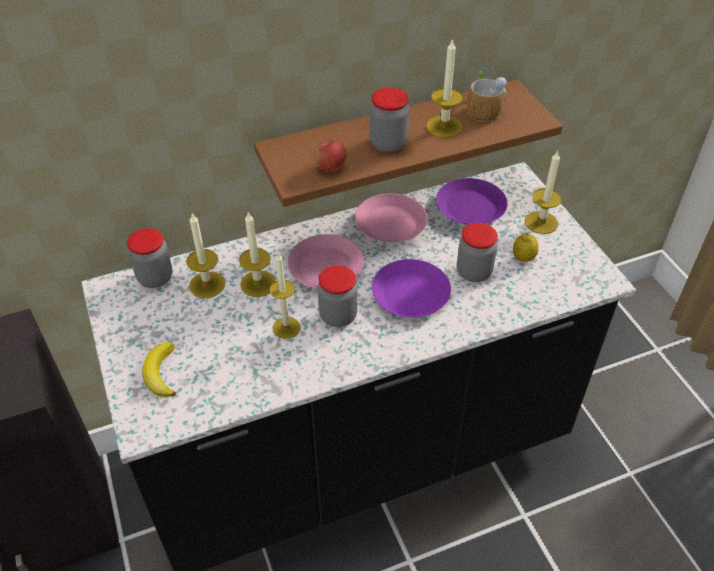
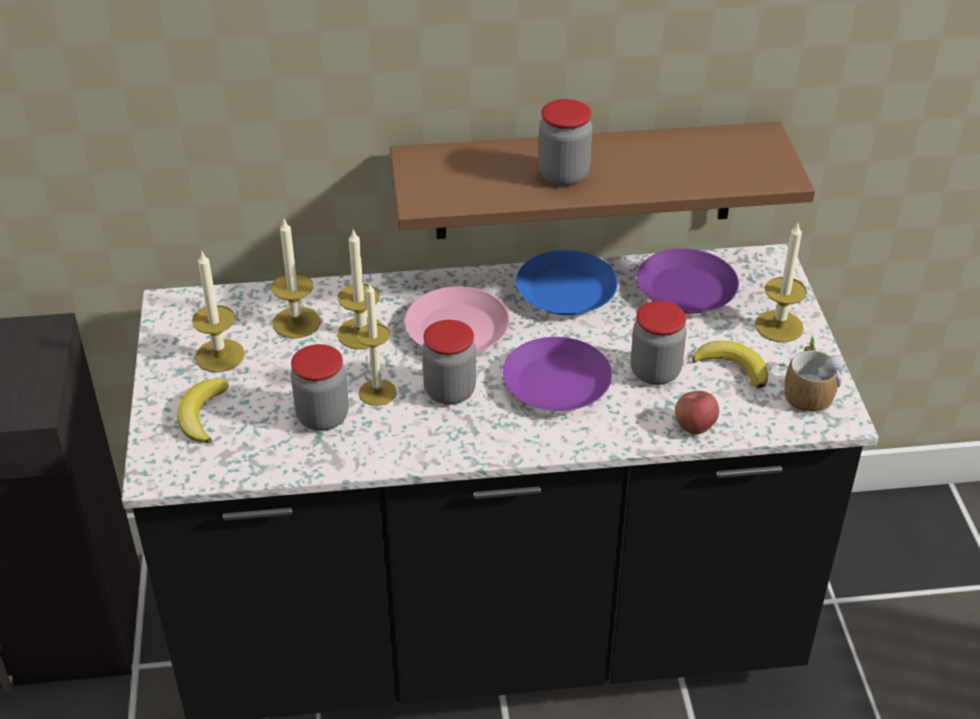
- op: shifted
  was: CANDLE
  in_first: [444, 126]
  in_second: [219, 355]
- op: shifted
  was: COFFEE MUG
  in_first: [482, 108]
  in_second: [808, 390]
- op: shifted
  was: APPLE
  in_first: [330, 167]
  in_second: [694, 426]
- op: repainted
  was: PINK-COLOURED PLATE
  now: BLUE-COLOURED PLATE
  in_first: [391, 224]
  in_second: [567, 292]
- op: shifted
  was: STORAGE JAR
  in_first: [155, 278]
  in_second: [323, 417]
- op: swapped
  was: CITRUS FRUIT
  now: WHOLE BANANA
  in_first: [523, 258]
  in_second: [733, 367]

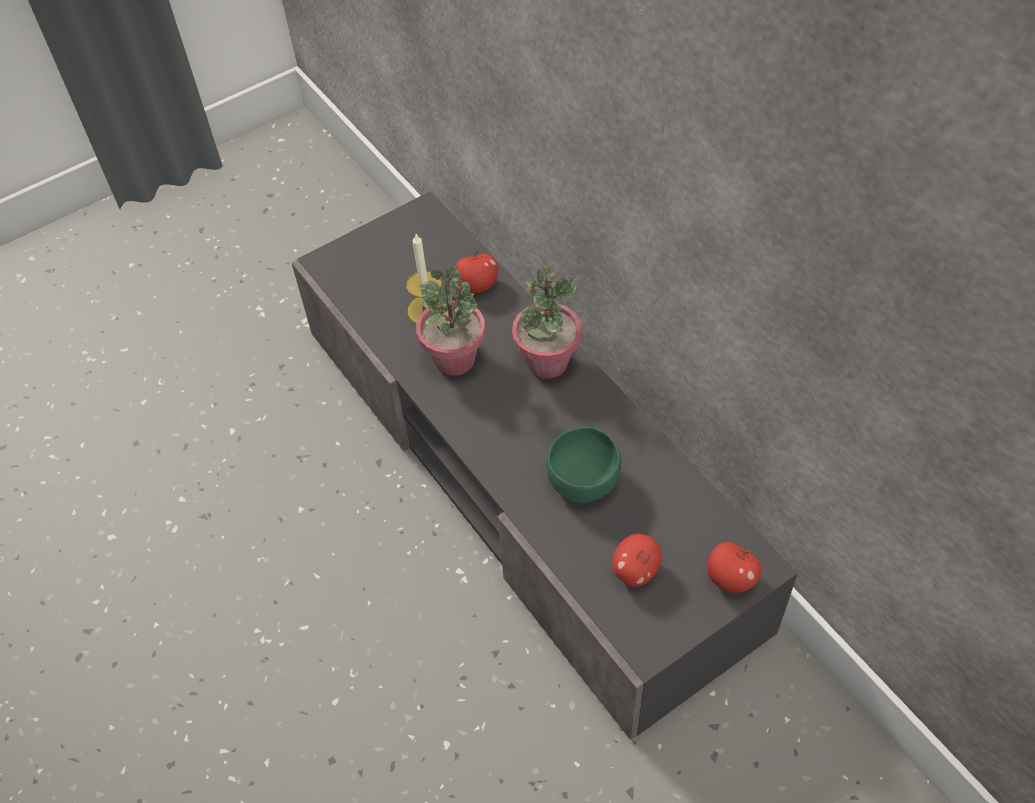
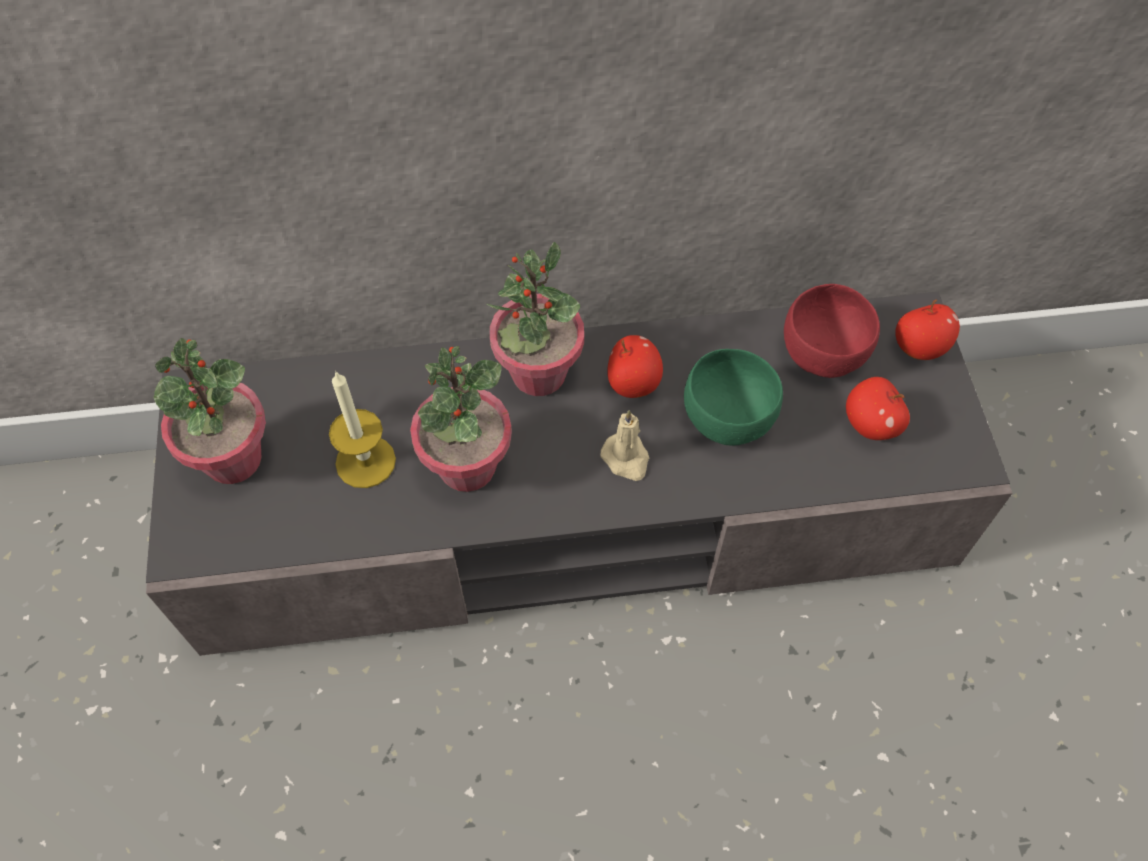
- op: shifted
  was: APPLE
  in_first: [477, 286]
  in_second: [633, 383]
- op: new
  now: REDDISH DEEP DISH
  in_second: [823, 351]
- op: new
  now: PLANT IN A POT
  in_second: [232, 458]
- op: new
  now: SAND-COLOURED CANDLE
  in_second: [626, 459]

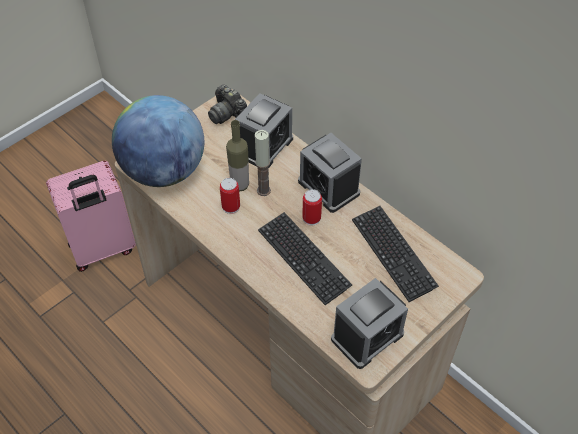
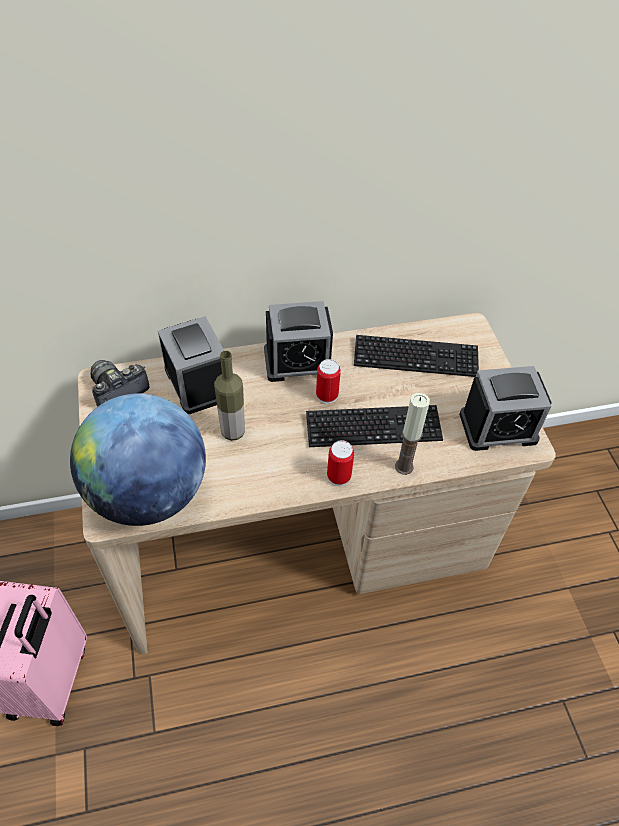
- op: rotated
  was: PHOTO CAMERA
  in_first: [227, 113]
  in_second: [118, 390]
  clockwise: 150
- op: shifted
  was: CANDLE
  in_first: [263, 190]
  in_second: [404, 466]
- op: shifted
  was: METAL CAN
  in_first: [231, 207]
  in_second: [339, 476]
- op: rotated
  was: ALARM CLOCK
  in_first: [367, 336]
  in_second: [498, 427]
  clockwise: 90

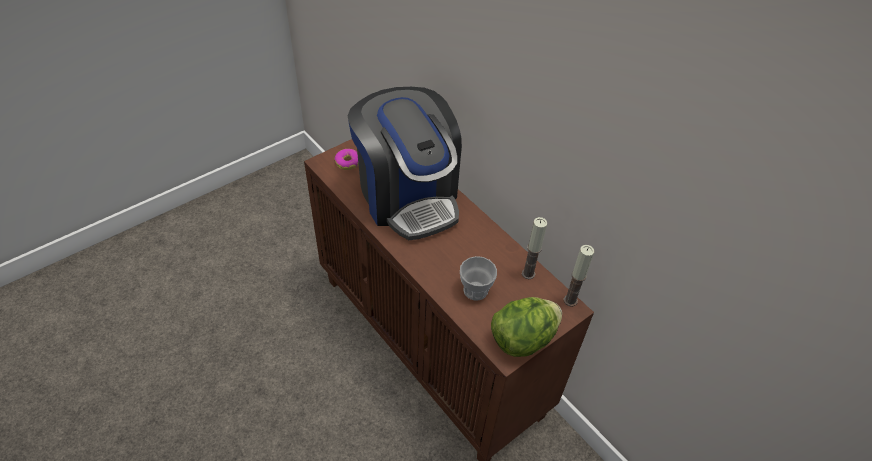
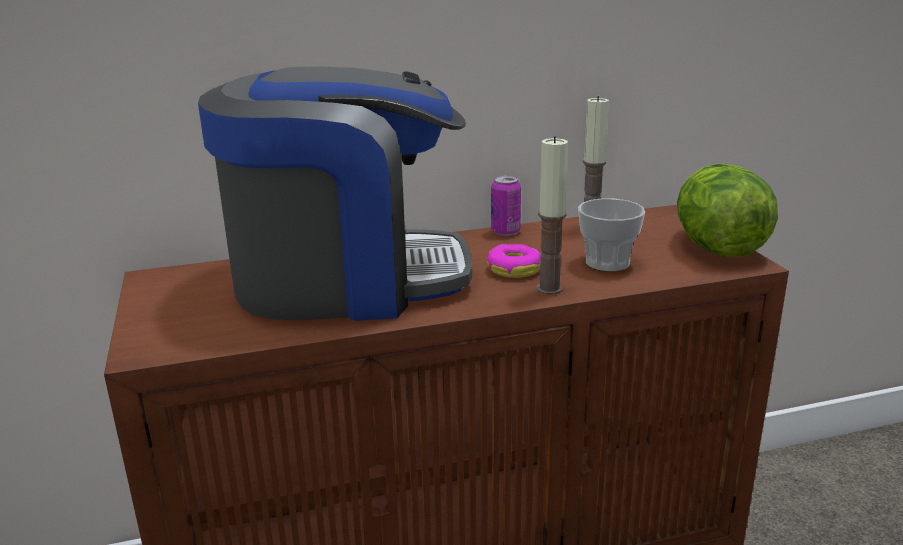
- op: shifted
  was: DOUGHNUT
  in_first: [347, 162]
  in_second: [514, 269]
- op: shifted
  was: CANDLE
  in_first: [570, 300]
  in_second: [549, 289]
- op: new
  now: METAL CAN
  in_second: [505, 232]

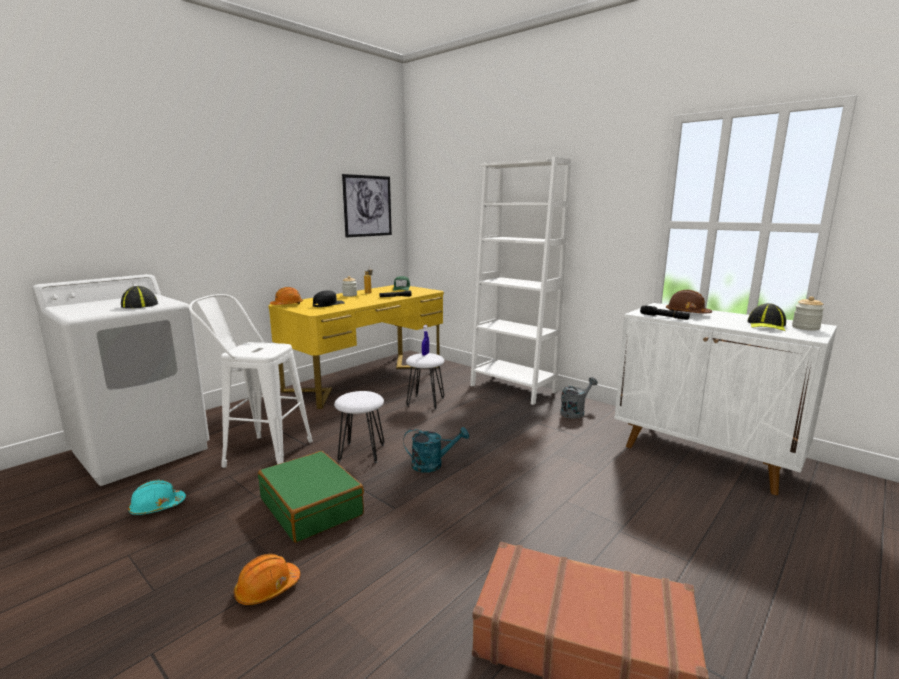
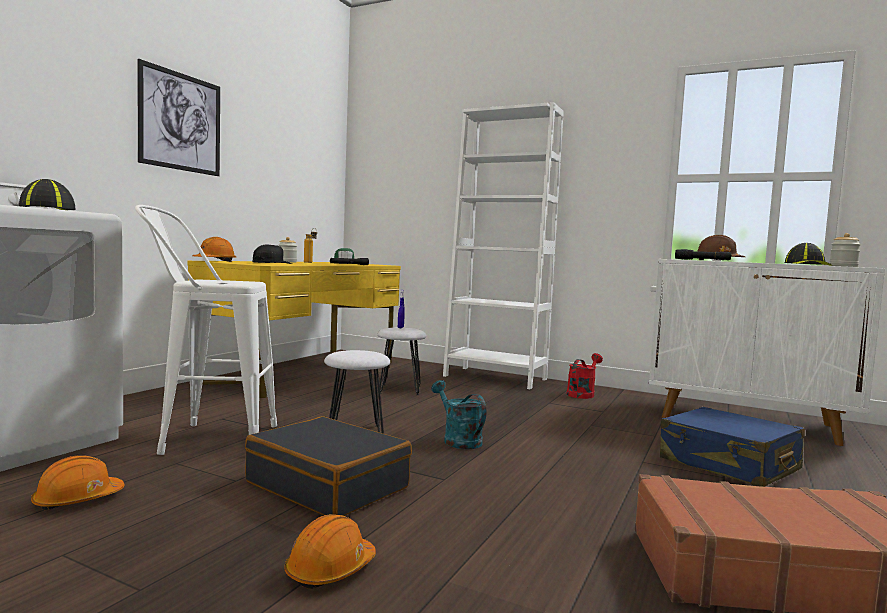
- op: shifted
  was: PICTURE
  in_first: [367, 206]
  in_second: [181, 122]
- op: repainted
  was: GREYISH WATERING CAN
  now: REDDISH WATERING CAN
  in_first: [575, 412]
  in_second: [582, 394]
- op: rotated
  was: TURQUOISE-COLOURED WATERING CAN
  in_first: [433, 464]
  in_second: [458, 440]
  clockwise: -105
- op: repainted
  was: GREEN-COLOURED SUITCASE
  now: BLACKISH SUITCASE
  in_first: [312, 507]
  in_second: [328, 485]
- op: repainted
  was: TURQUOISE-COLOURED WORK HELMET
  now: ORANGE WORK HELMET
  in_first: [157, 507]
  in_second: [77, 500]
- op: new
  now: BLUE-COLOURED SUITCASE
  in_second: [728, 465]

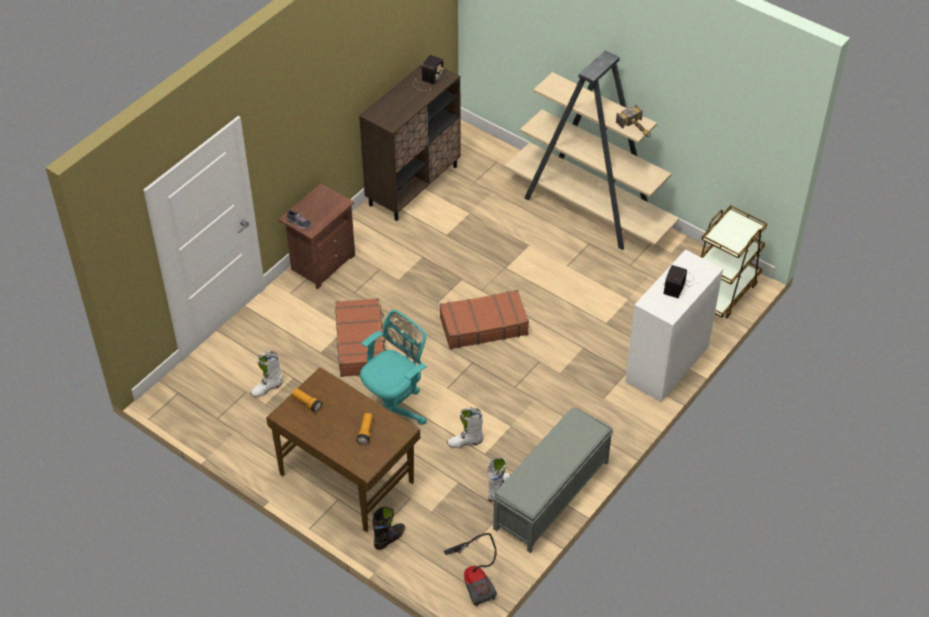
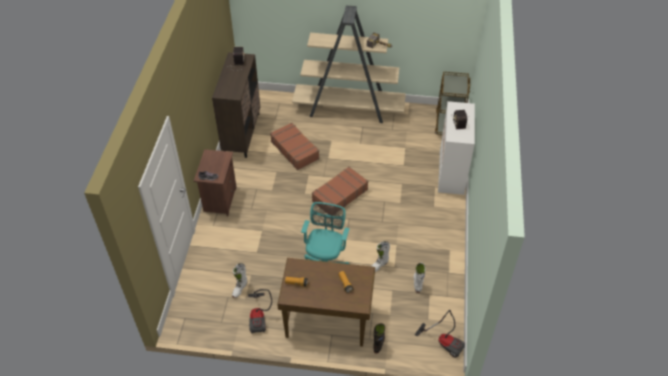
- op: shifted
  was: BROWN-COLOURED SUITCASE
  in_first: [361, 344]
  in_second: [295, 150]
- op: gone
  was: GREYISH BENCH
  in_first: [551, 496]
- op: new
  now: HOOVER
  in_second: [259, 317]

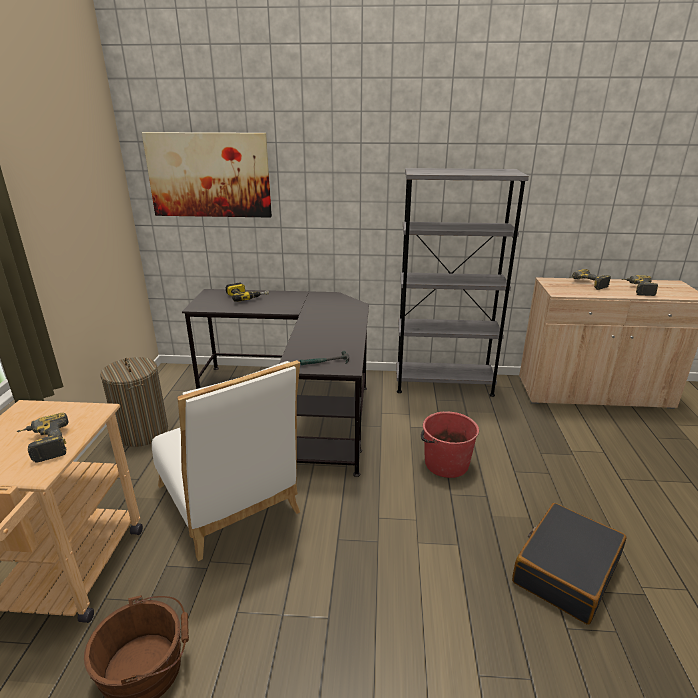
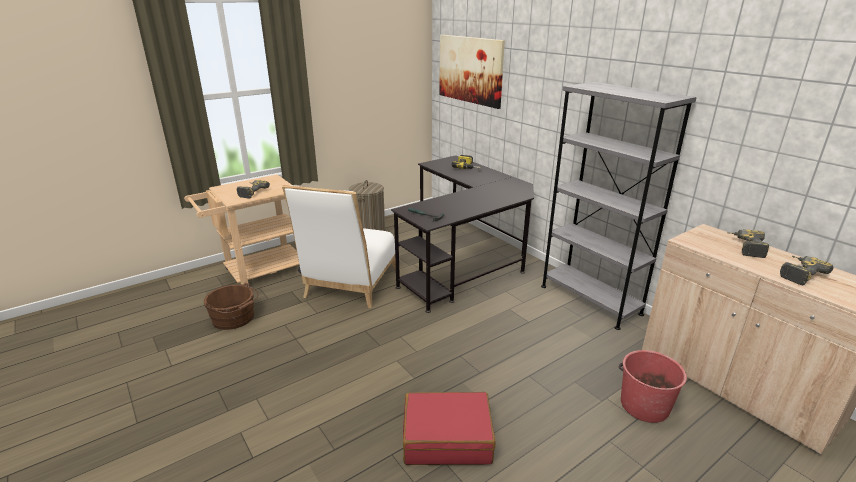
- op: shifted
  was: REDDISH BUCKET
  in_first: [445, 463]
  in_second: [644, 405]
- op: repainted
  was: BLACKISH SUITCASE
  now: REDDISH SUITCASE
  in_first: [565, 570]
  in_second: [447, 437]

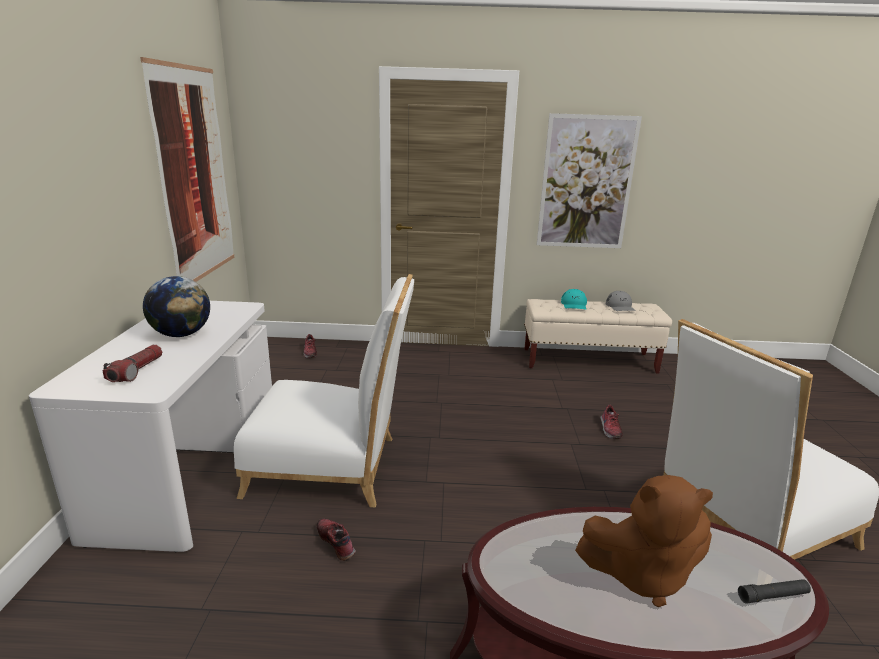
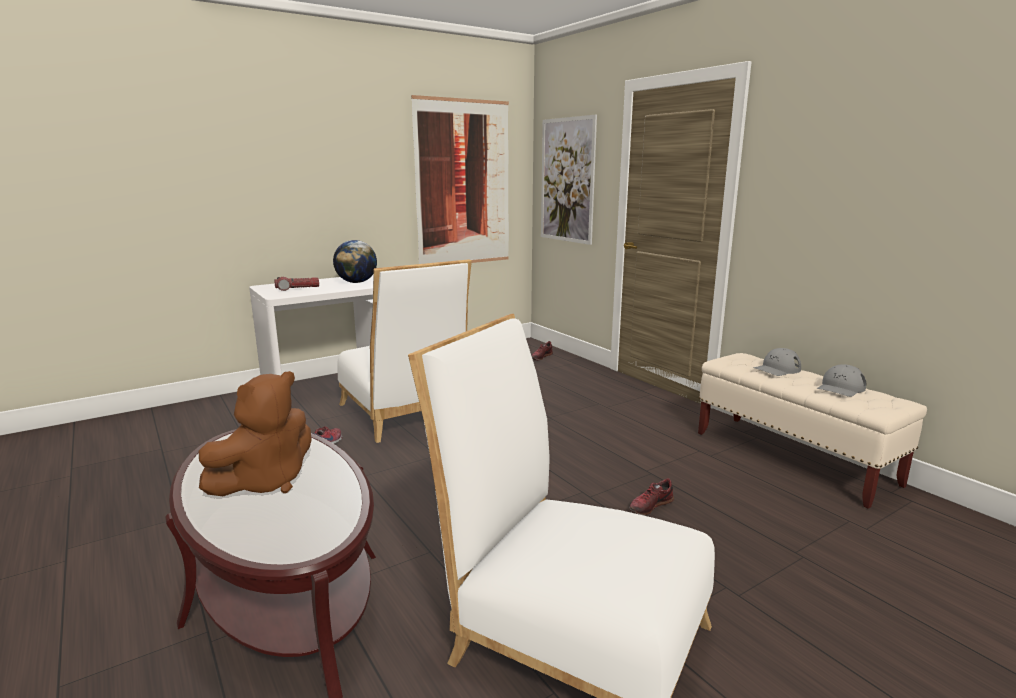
- op: shifted
  was: PICTURE
  in_first: [586, 183]
  in_second: [567, 180]
- op: repainted
  was: TURQUOISE-COLOURED CAP
  now: GREYISH CAP
  in_first: [574, 304]
  in_second: [777, 369]
- op: rotated
  was: BROWN-COLOURED CUDDLY TOY
  in_first: [641, 573]
  in_second: [266, 482]
  clockwise: -105
- op: gone
  was: BLACKISH HAND TORCH
  in_first: [773, 596]

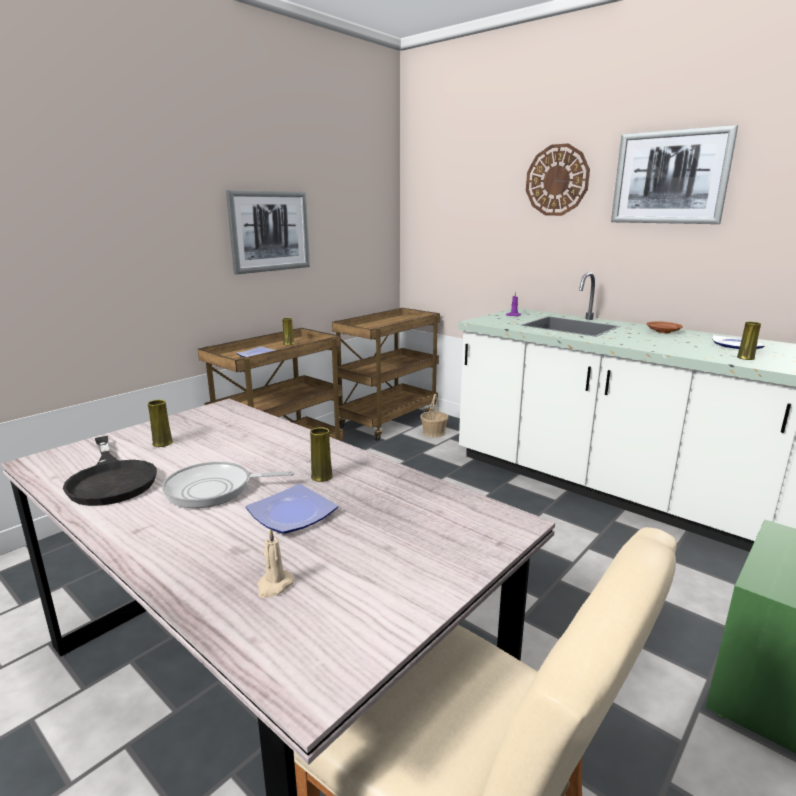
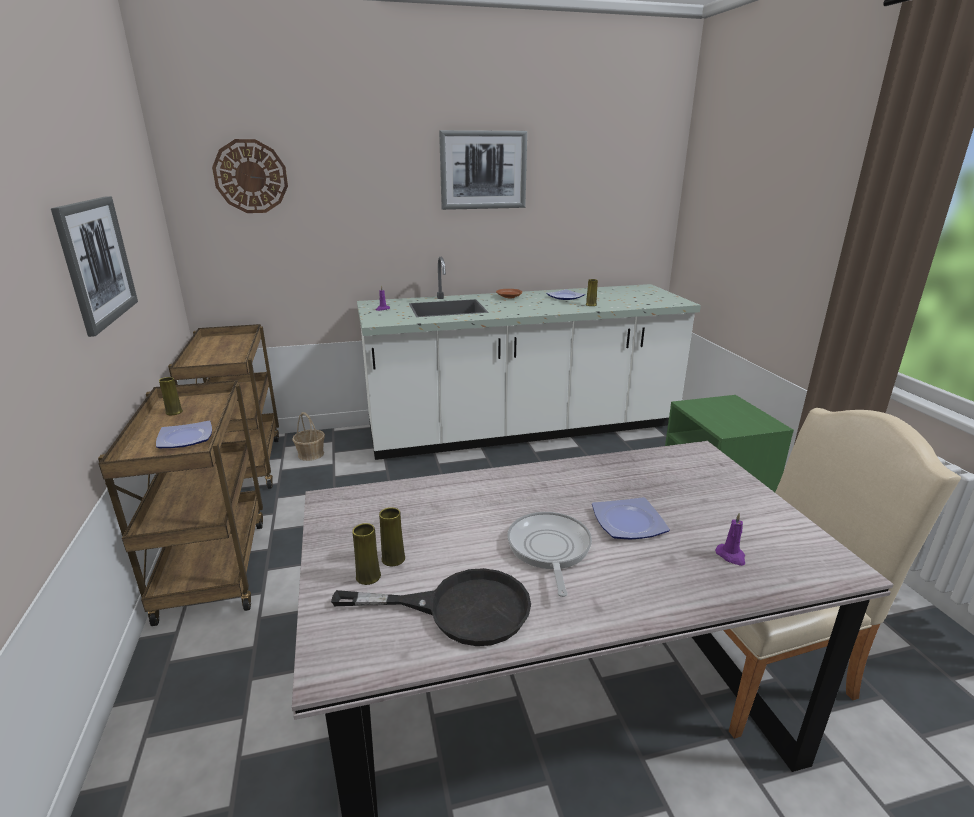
- op: shifted
  was: WALL CLOCK
  in_first: [557, 180]
  in_second: [251, 176]
- op: shifted
  was: YELLOW-COLOURED FLOWER VASE
  in_first: [321, 477]
  in_second: [368, 577]
- op: rotated
  was: SKILLET
  in_first: [214, 489]
  in_second: [549, 549]
  clockwise: 150
- op: repainted
  was: SAND-COLOURED CANDLE
  now: PURPLISH CANDLE
  in_first: [274, 586]
  in_second: [731, 556]

